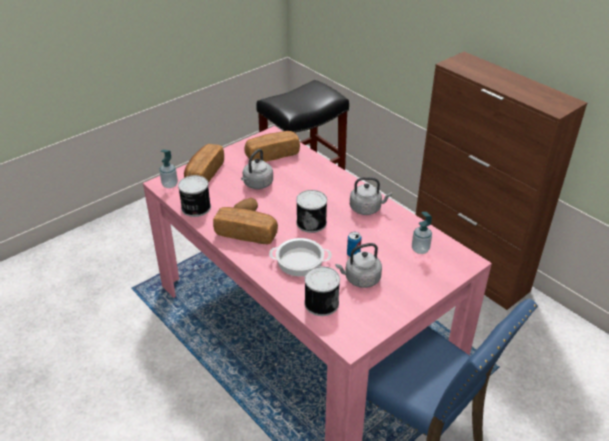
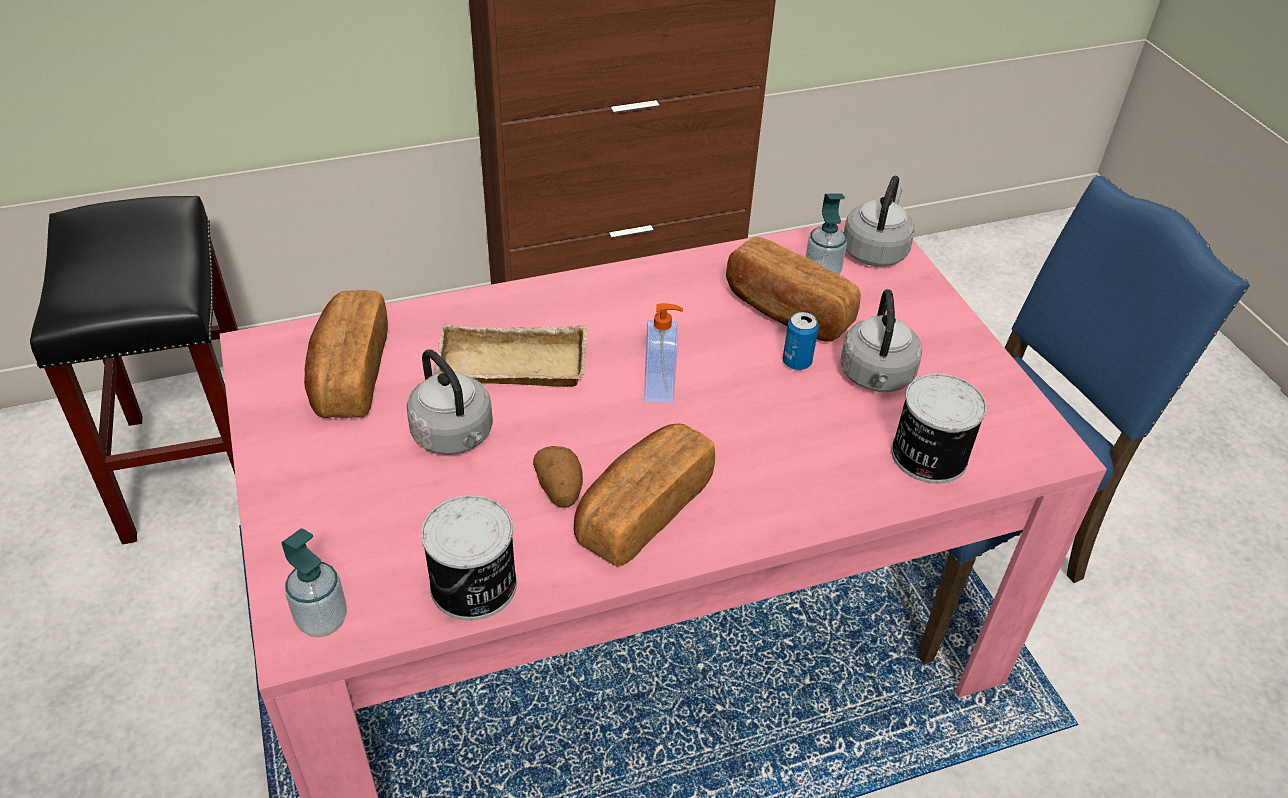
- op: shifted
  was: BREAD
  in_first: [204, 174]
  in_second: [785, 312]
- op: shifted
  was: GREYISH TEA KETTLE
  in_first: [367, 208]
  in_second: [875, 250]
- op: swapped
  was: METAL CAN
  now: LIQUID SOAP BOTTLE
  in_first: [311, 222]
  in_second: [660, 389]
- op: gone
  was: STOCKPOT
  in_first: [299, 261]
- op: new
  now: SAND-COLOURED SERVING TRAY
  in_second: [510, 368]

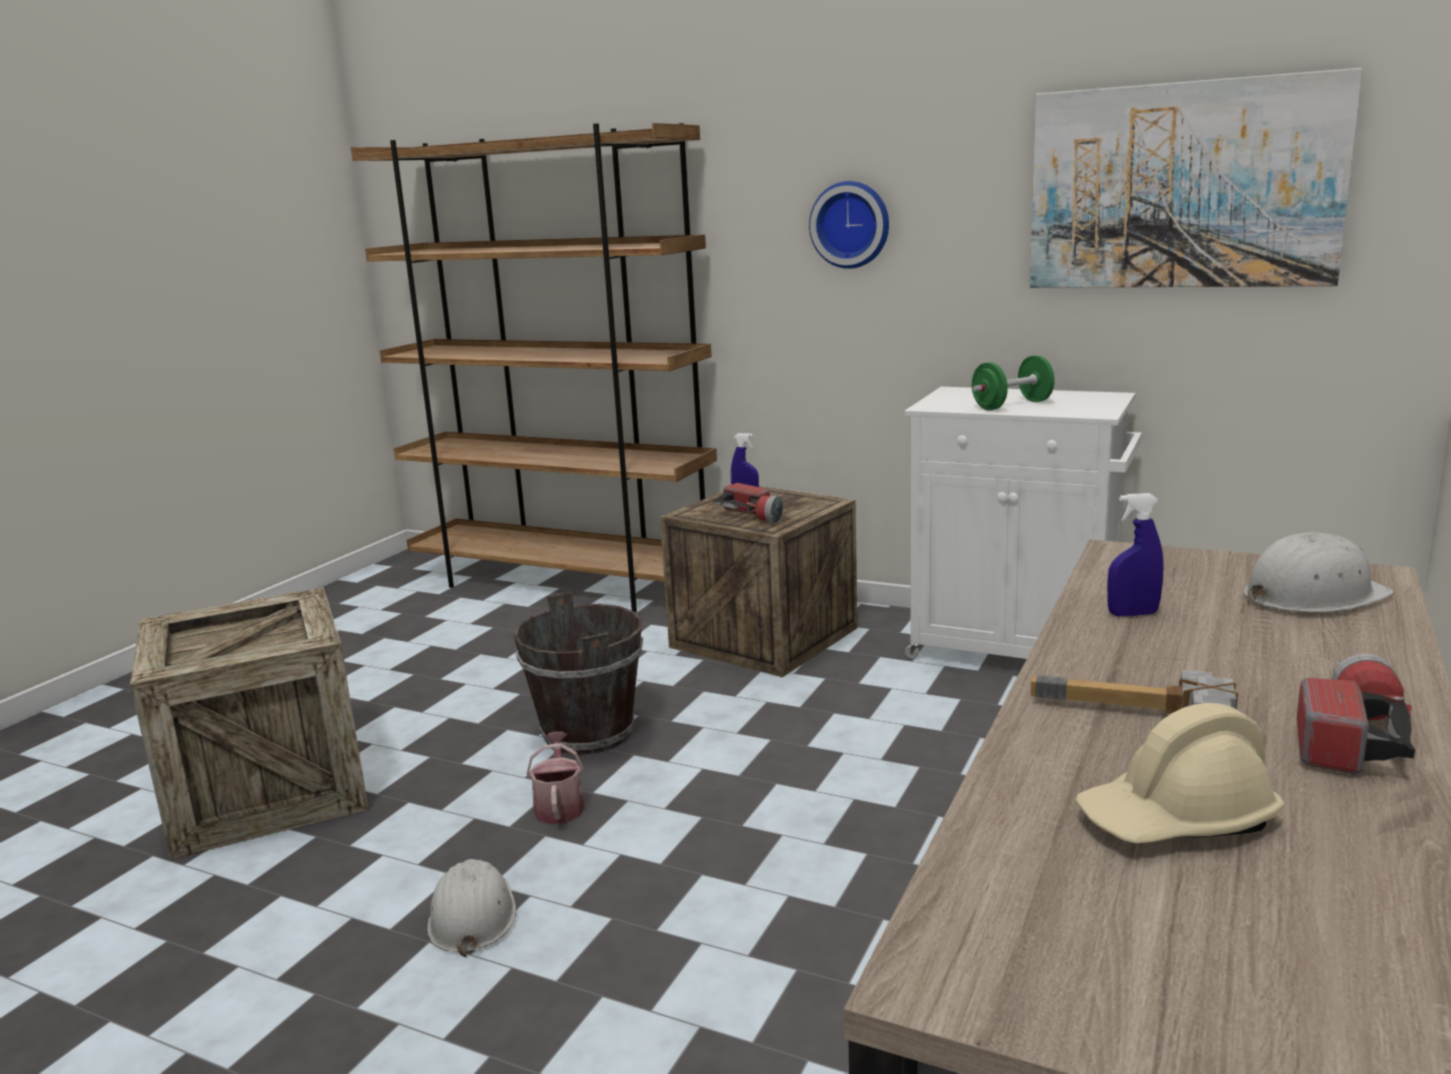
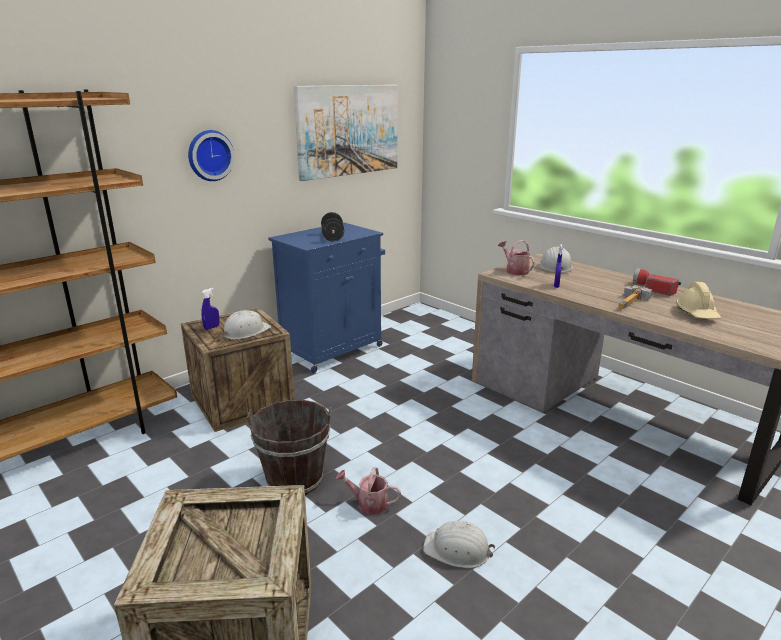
- op: repainted
  was: GREEN-COLOURED DUMBBELL
  now: BLACKISH DUMBBELL
  in_first: [1012, 405]
  in_second: [332, 237]
- op: repainted
  was: WHITE-COLOURED STORAGE CABINET
  now: BLUE-COLOURED STORAGE CABINET
  in_first: [1018, 649]
  in_second: [333, 349]
- op: swapped
  was: HAND TORCH
  now: WHITE-COLOURED WORK HELMET
  in_first: [752, 515]
  in_second: [245, 332]
- op: new
  now: WATERING CAN
  in_second: [515, 270]

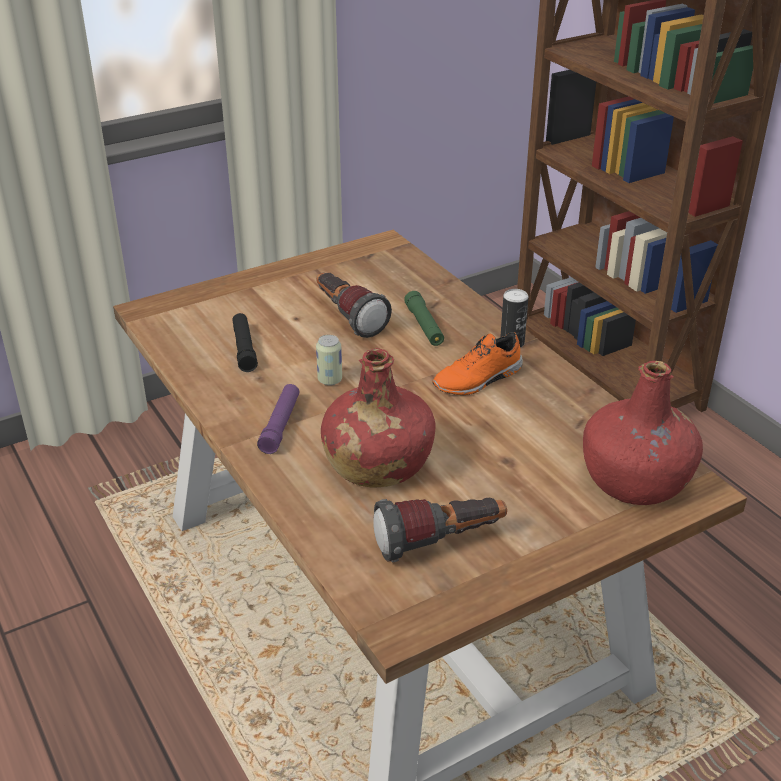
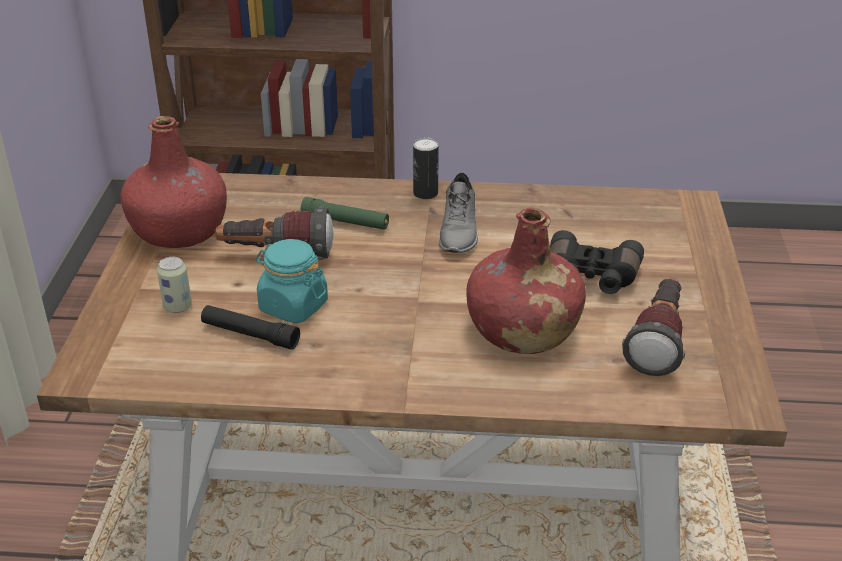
- op: repainted
  was: ORANGE LOW SHOE
  now: GREYISH LOW SHOE
  in_first: [479, 380]
  in_second: [460, 231]
- op: shifted
  was: METAL CAN
  in_first: [330, 380]
  in_second: [177, 306]
- op: shifted
  was: REDDISH BEVERAGE BOTTLE
  in_first: [637, 479]
  in_second: [180, 229]
- op: gone
  was: PURPLISH HAND TORCH
  in_first: [280, 425]
- op: new
  now: BLACKISH PAIR OF BINOCULARS
  in_second: [591, 277]
- op: new
  now: TURQUOISE-COLOURED STORAGE JAR
  in_second: [293, 306]

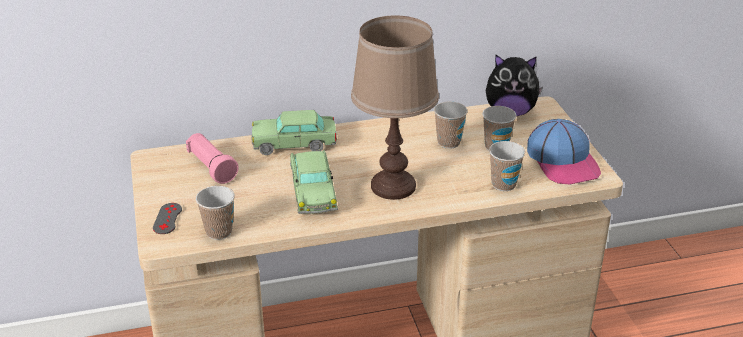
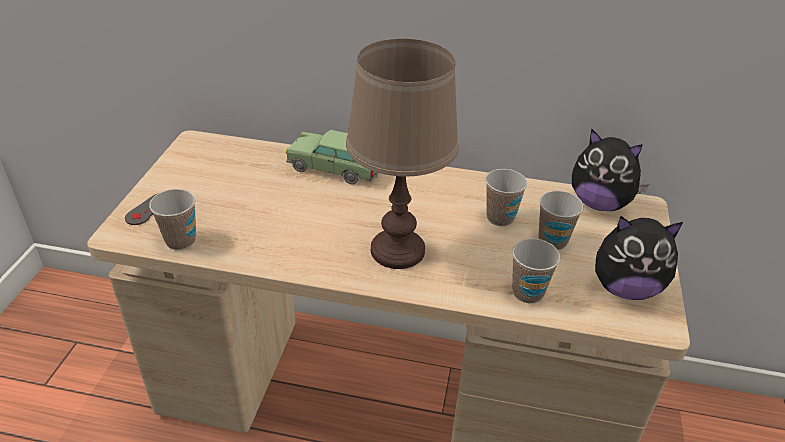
- op: swapped
  was: CAP
  now: CUDDLY TOY
  in_first: [563, 162]
  in_second: [625, 288]
- op: gone
  was: PINK-COLOURED HAND TORCH
  in_first: [211, 167]
- op: gone
  was: MODEL CAR
  in_first: [313, 193]

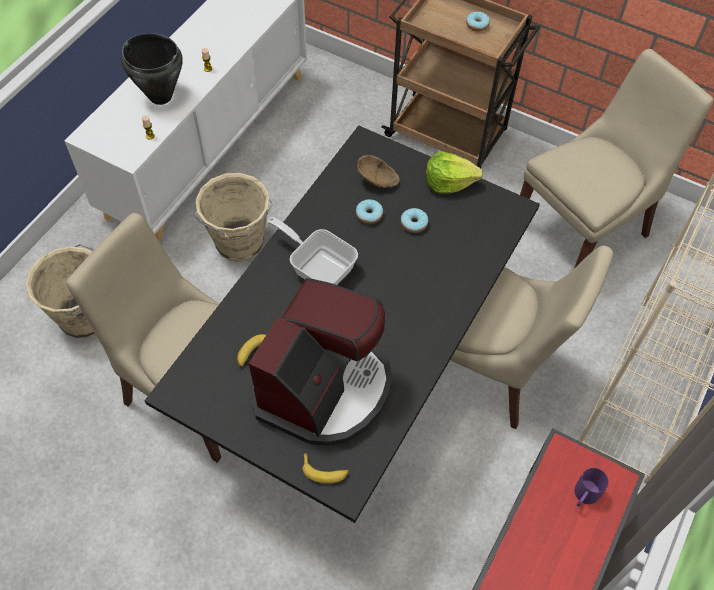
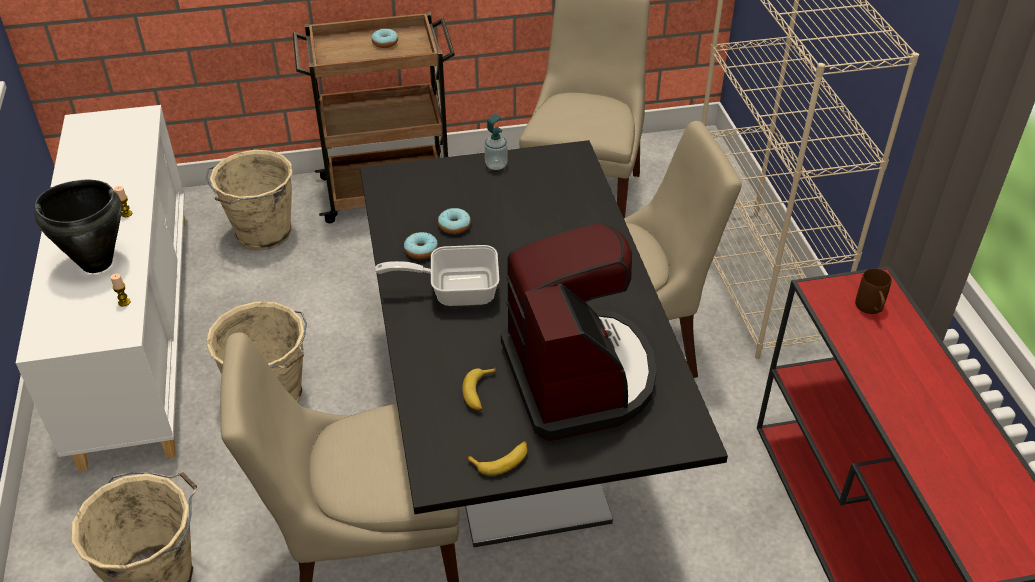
- op: swapped
  was: LETTUCE
  now: LIQUID SOAP BOTTLE
  in_first: [449, 182]
  in_second: [496, 165]
- op: gone
  was: BROWN-COLOURED DEEP DISH
  in_first: [378, 181]
- op: shifted
  was: DOUGHNUT
  in_first: [414, 224]
  in_second: [421, 251]
- op: shifted
  was: WHOLE BANANA
  in_first: [325, 471]
  in_second: [501, 460]
- op: repainted
  was: PURPLISH COFFEE MUG
  now: BROWN-COLOURED COFFEE MUG
  in_first: [583, 497]
  in_second: [871, 309]
- op: new
  now: SAND-COLOURED BUCKET
  in_second: [262, 235]

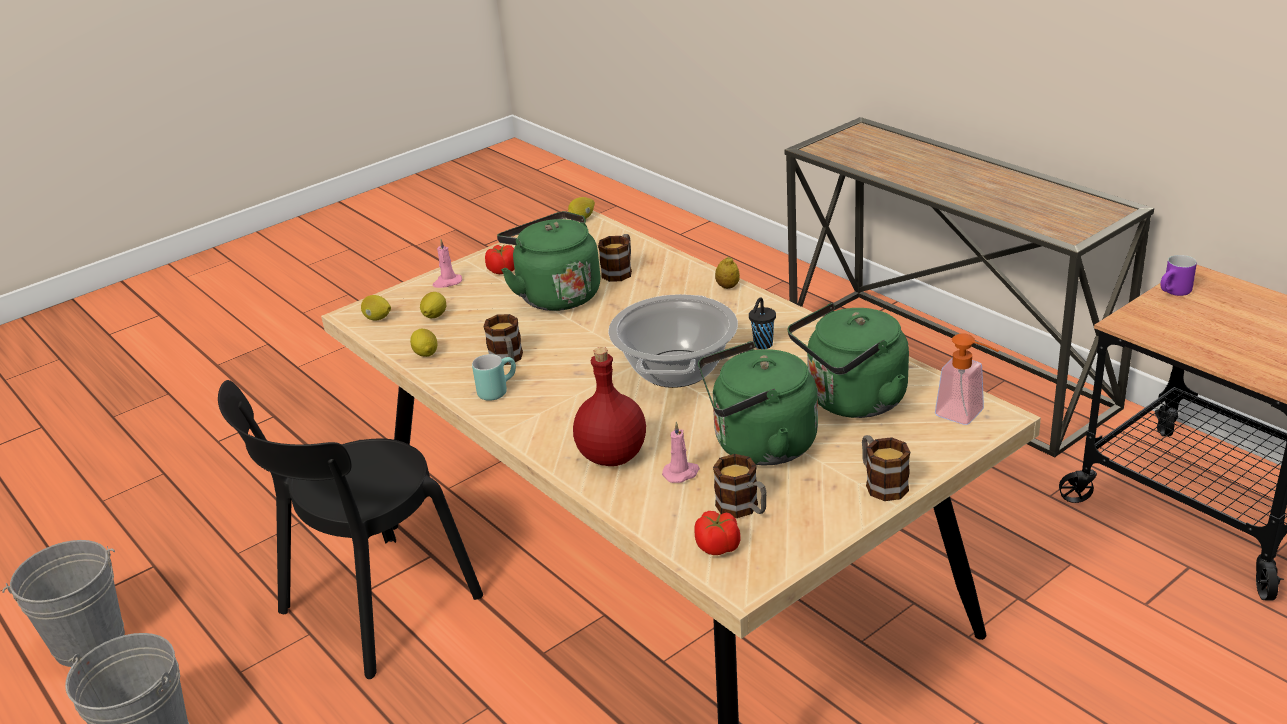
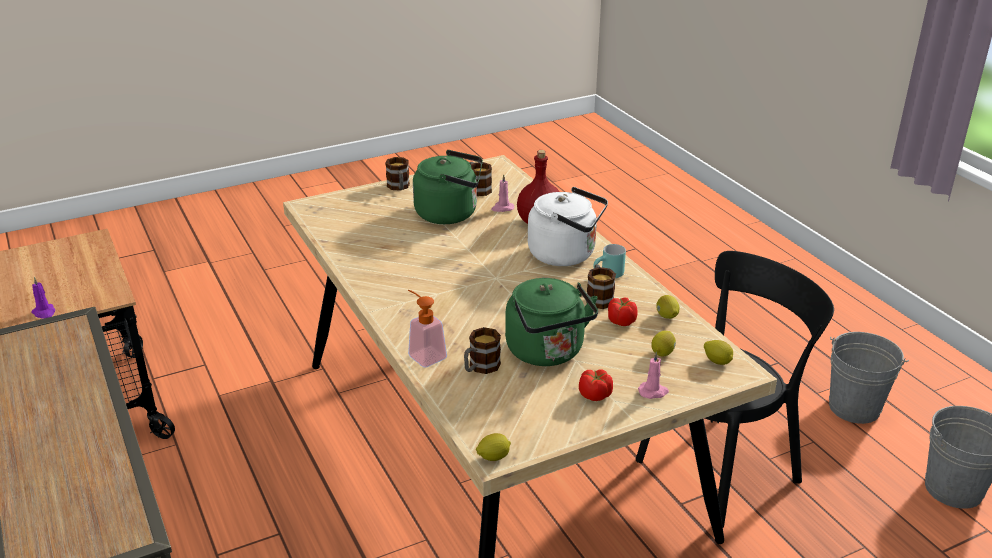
- op: swapped
  was: PURPLISH COFFEE MUG
  now: PURPLISH CANDLE
  in_first: [1175, 293]
  in_second: [44, 313]
- op: gone
  was: CITRUS FRUIT
  in_first: [727, 287]
- op: gone
  was: STOCKPOT
  in_first: [676, 369]
- op: gone
  was: BLACKISH CUP
  in_first: [762, 345]
- op: gone
  was: GREEN-COLOURED TEA KETTLE
  in_first: [851, 401]
- op: shifted
  was: LIQUID SOAP BOTTLE
  in_first: [967, 415]
  in_second: [423, 354]
- op: shifted
  was: FRESH TOMATO
  in_first: [718, 547]
  in_second: [621, 321]
- op: new
  now: WHITE-COLOURED TEA KETTLE
  in_second: [566, 255]

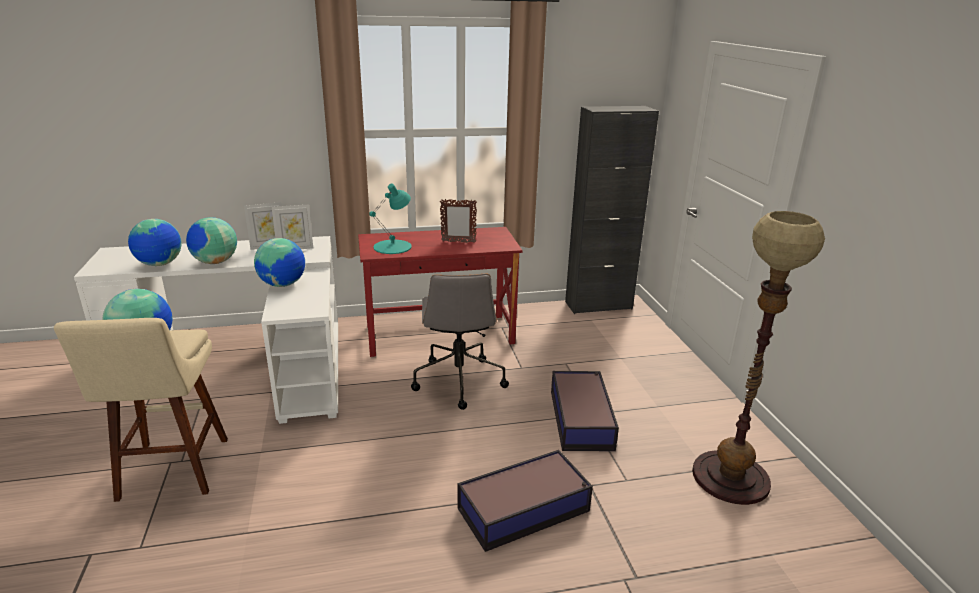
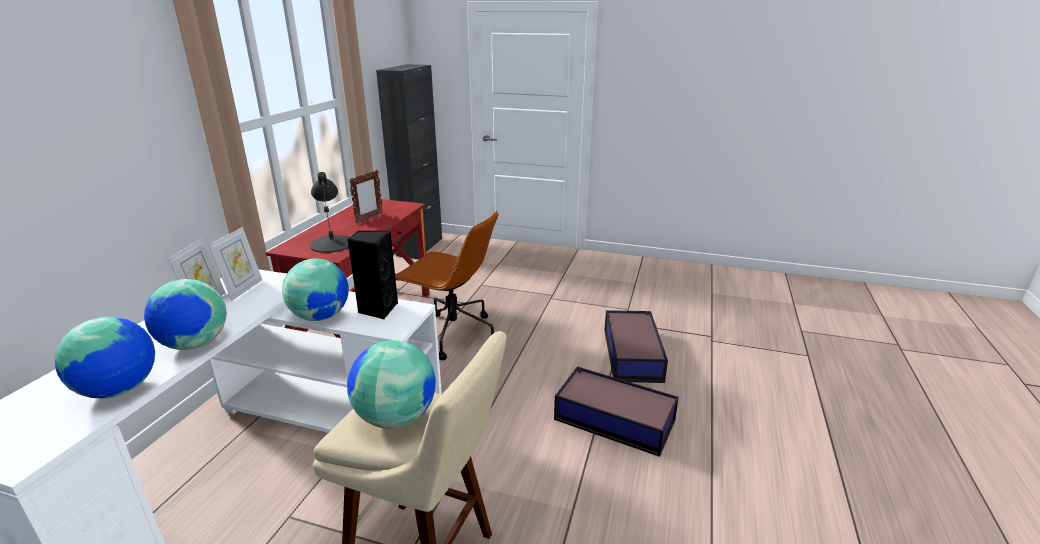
- op: repainted
  was: TURQUOISE-COLOURED TABLETOP LAMP
  now: BLACKISH TABLETOP LAMP
  in_first: [393, 247]
  in_second: [332, 243]
- op: gone
  was: STANDING LAMP
  in_first: [730, 478]
- op: repainted
  was: GREYISH COMPUTER CHAIR
  now: BROWN-COLOURED COMPUTER CHAIR
  in_first: [458, 380]
  in_second: [452, 334]
- op: shifted
  was: STORAGE BOX
  in_first: [581, 418]
  in_second: [613, 419]
- op: new
  now: BLACKISH SPEAKER
  in_second: [377, 309]

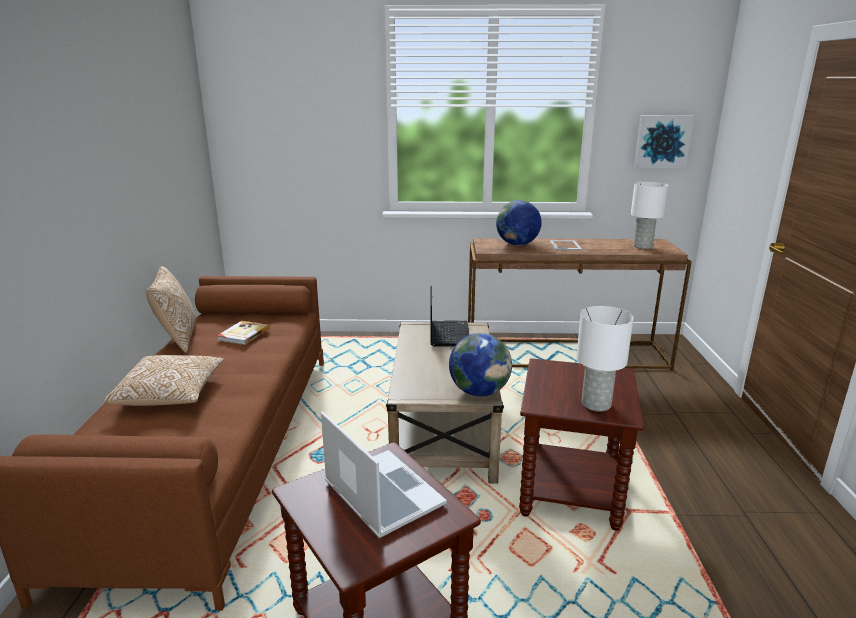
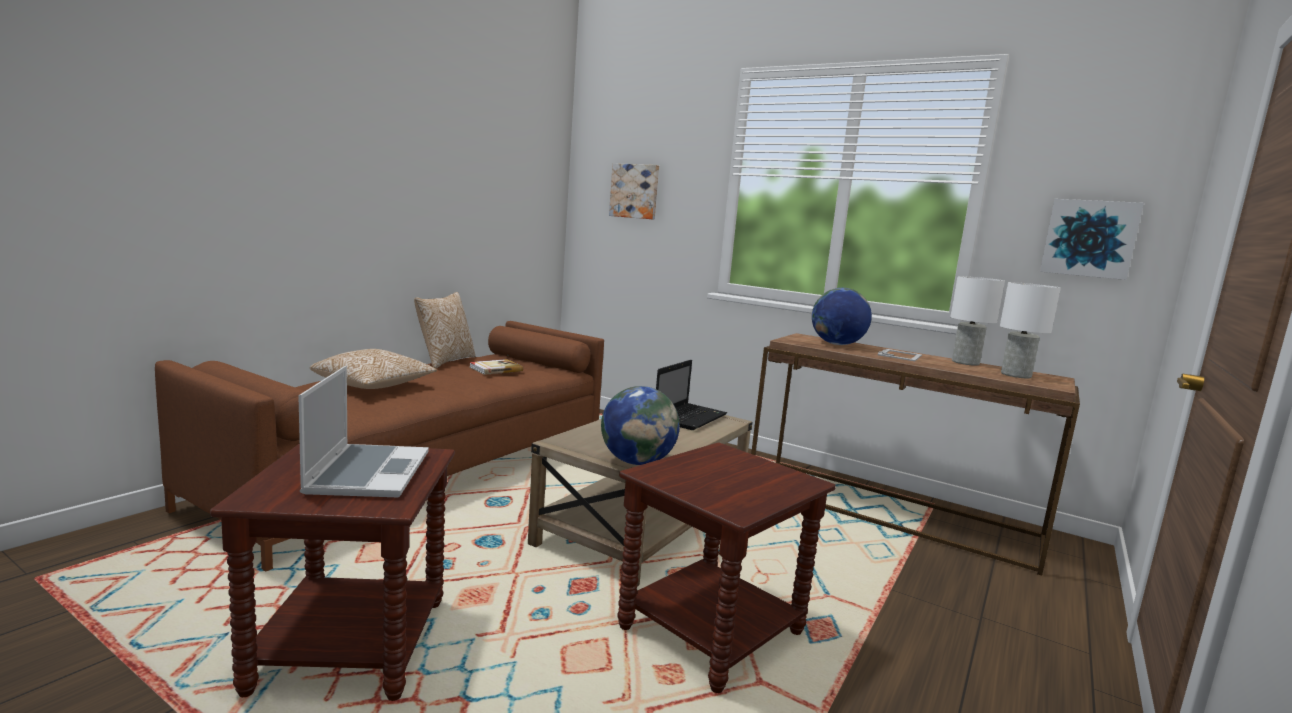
- op: shifted
  was: WHITE-COLOURED TABLETOP LAMP
  in_first: [596, 404]
  in_second: [965, 362]
- op: new
  now: PICTURE
  in_second: [635, 191]

